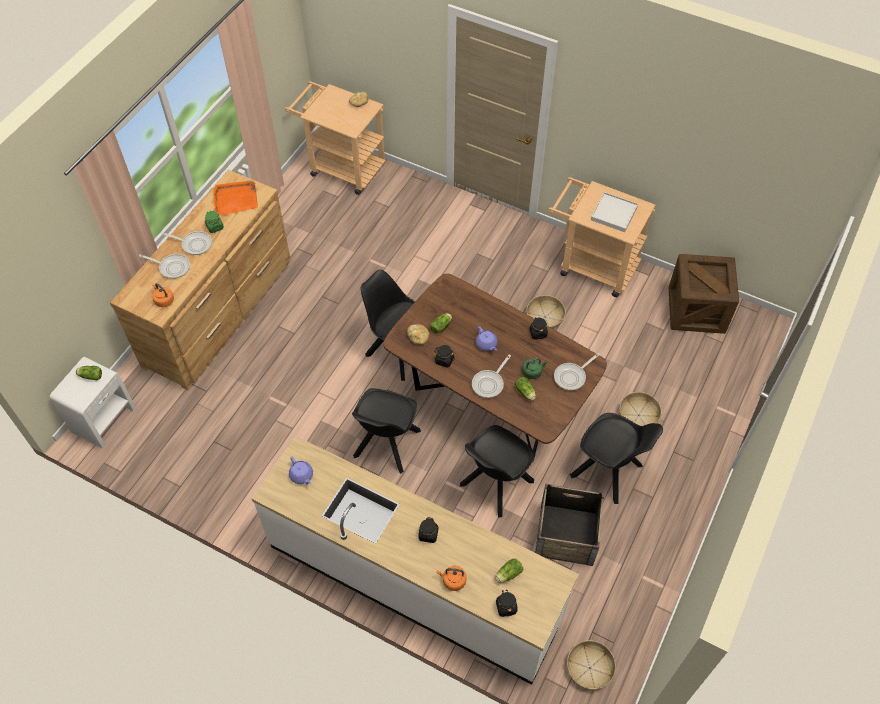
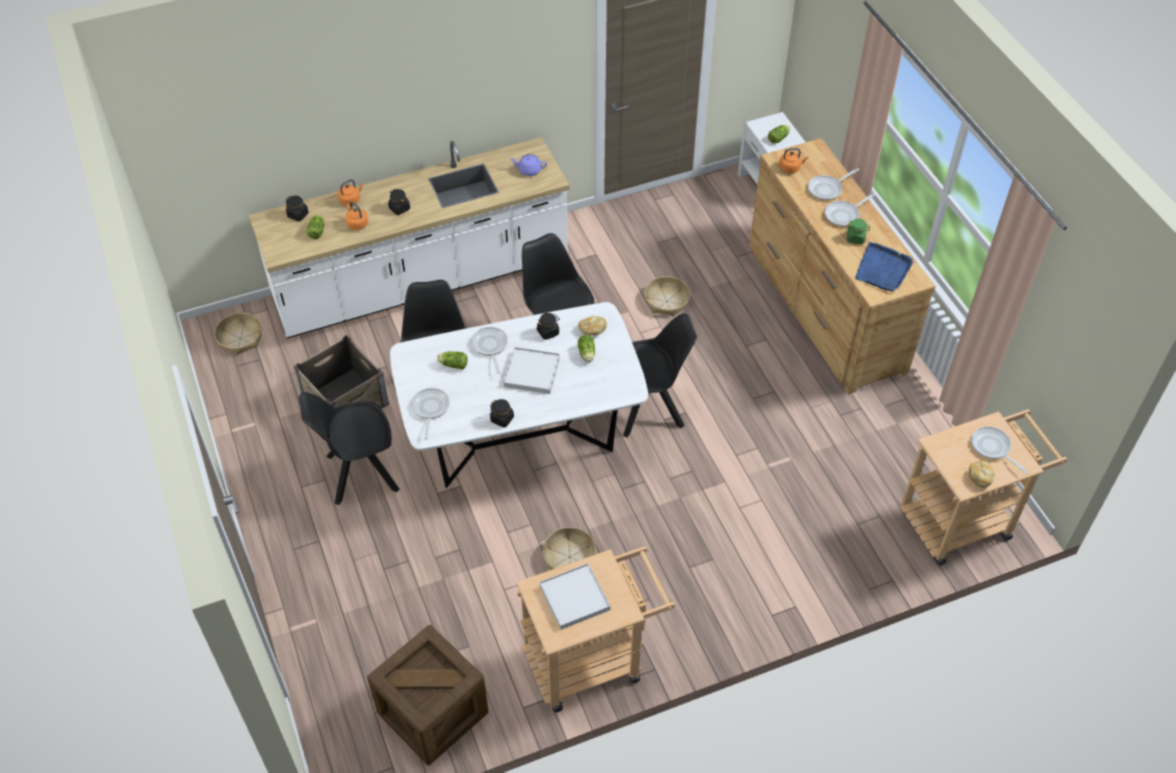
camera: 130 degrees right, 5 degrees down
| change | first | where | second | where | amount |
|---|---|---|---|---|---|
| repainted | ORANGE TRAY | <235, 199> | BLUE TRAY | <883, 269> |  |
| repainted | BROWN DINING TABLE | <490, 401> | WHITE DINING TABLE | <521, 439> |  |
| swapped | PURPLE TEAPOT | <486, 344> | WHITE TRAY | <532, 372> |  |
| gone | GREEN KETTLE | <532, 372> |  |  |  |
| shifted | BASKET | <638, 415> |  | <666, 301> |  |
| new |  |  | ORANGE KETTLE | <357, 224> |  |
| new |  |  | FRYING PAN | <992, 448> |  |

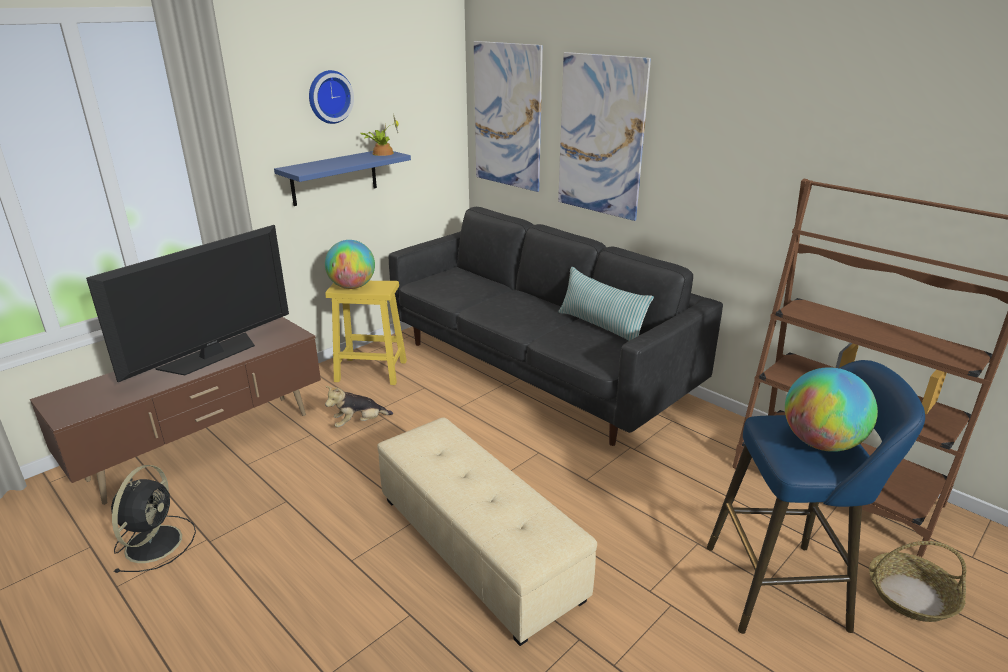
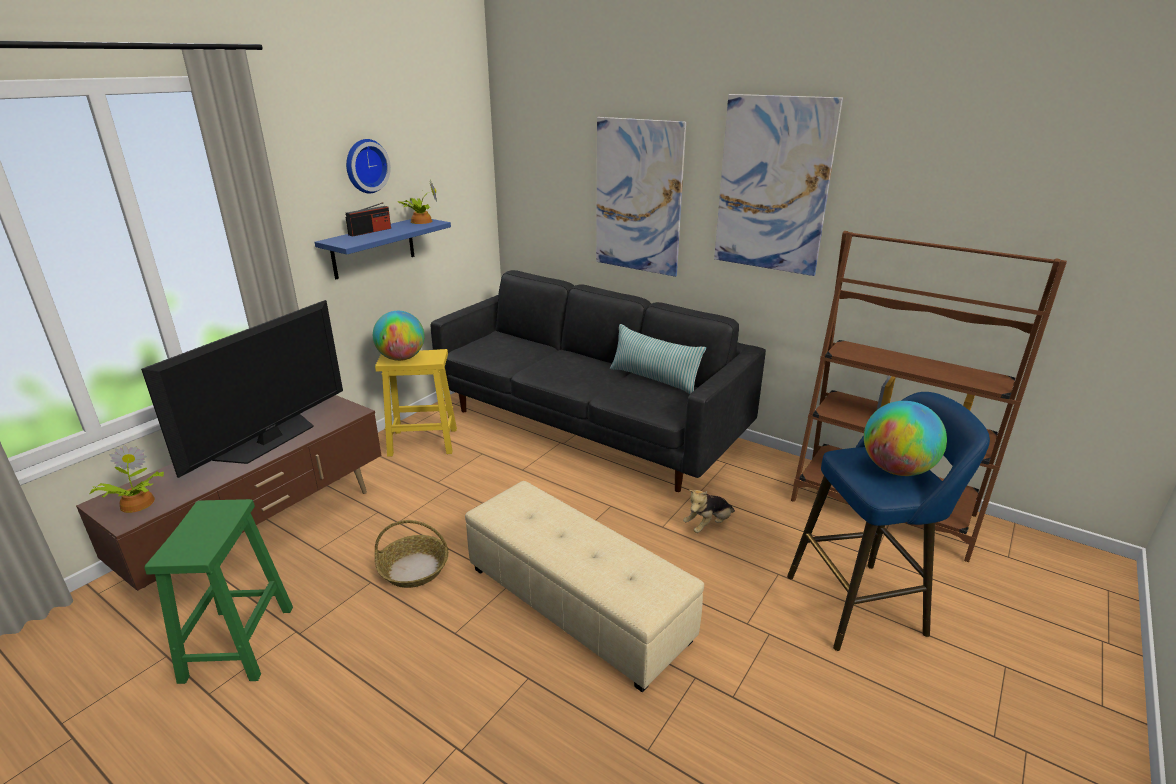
camera: 10 degrees left, 0 degrees up
| change | first | where | second | where | amount |
|---|---|---|---|---|---|
| swapped | BLACK FAN | <155, 542> | GREEN STOOL | <239, 641> |  |
| shifted | PLUSH TOY | <359, 423> |  | <708, 525> |  |
| shifted | PICTURE | <507, 116> |  | <772, 186> |  |
| shifted | BASKET | <911, 595> |  | <414, 569> |  |
| new |  |  | POTTED PLANT | <135, 504> |  |
| new |  |  | RADIO | <370, 231> |  |

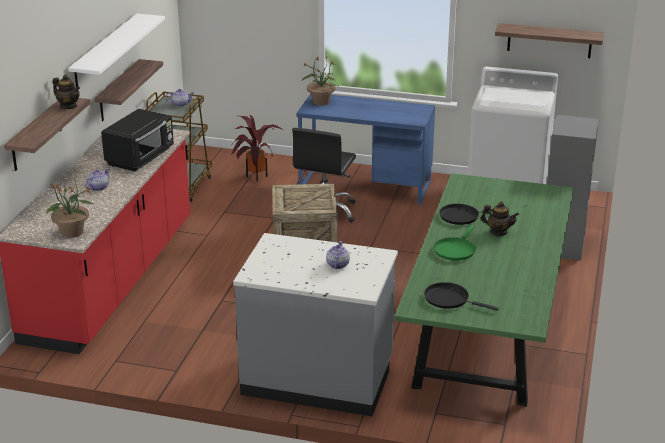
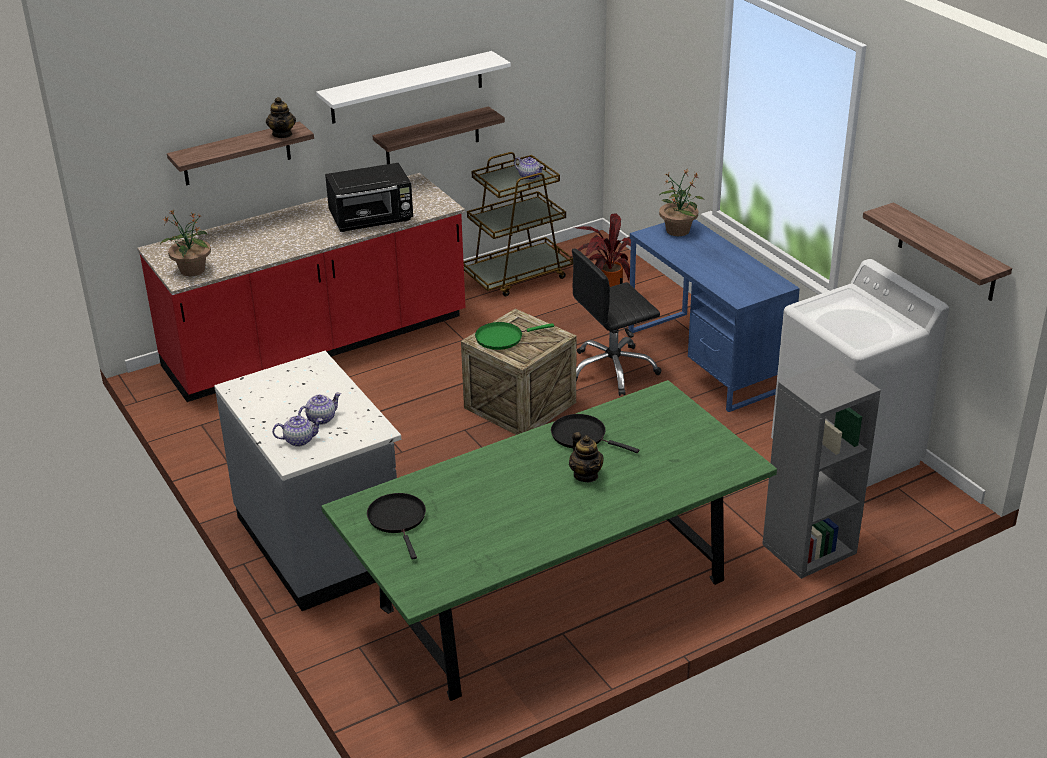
camera: 45 degrees right, 5 degrees up
| change | first | where | second | where | amount |
|---|---|---|---|---|---|
| shifted | TEAPOT | <98, 187> |  | <299, 440> |  |
| shifted | GREEN FRYING PAN | <455, 250> |  | <502, 338> |  |

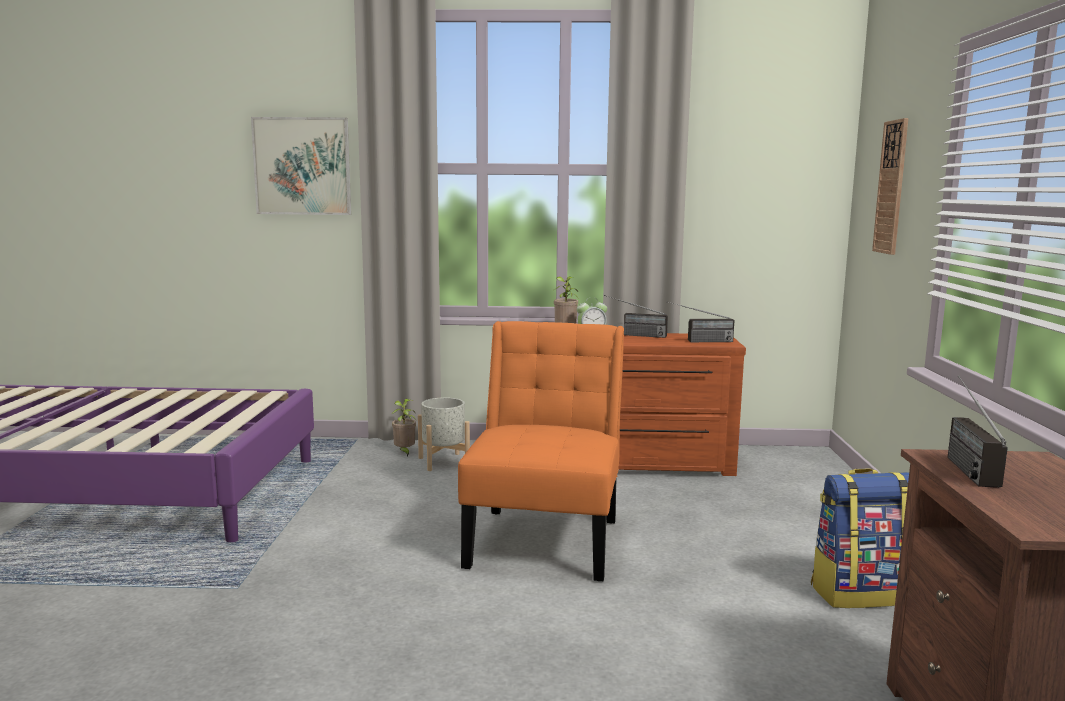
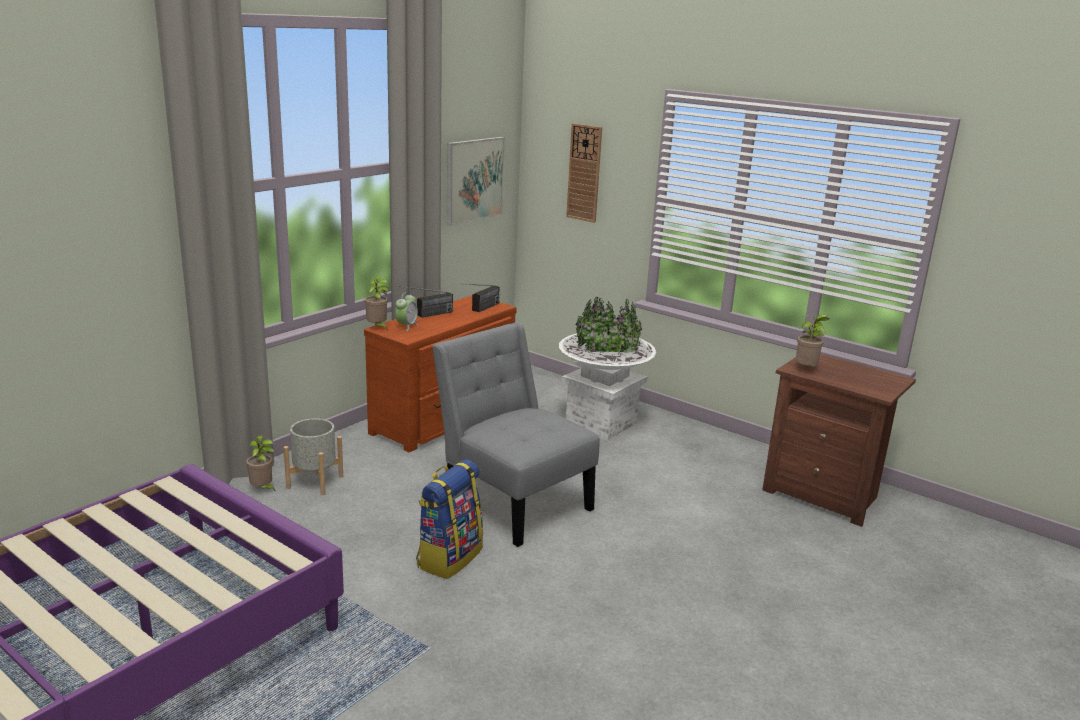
camera: 55 degrees left, 10 degrees up
| change | first | where | second | where | amount |
|---|---|---|---|---|---|
| shifted | PICTURE | <302, 166> |  | <474, 180> |  |
| repainted | ORANGE CHAIR | <546, 539> | GREY CHAIR | <513, 501> |  |
| shifted | BACKPACK | <860, 593> |  | <449, 557> |  |
| swapped | RADIO | <962, 463> | POTTED PLANT | <806, 370> |  |
| new |  |  | WHITE PLANTER | <601, 423> |  |

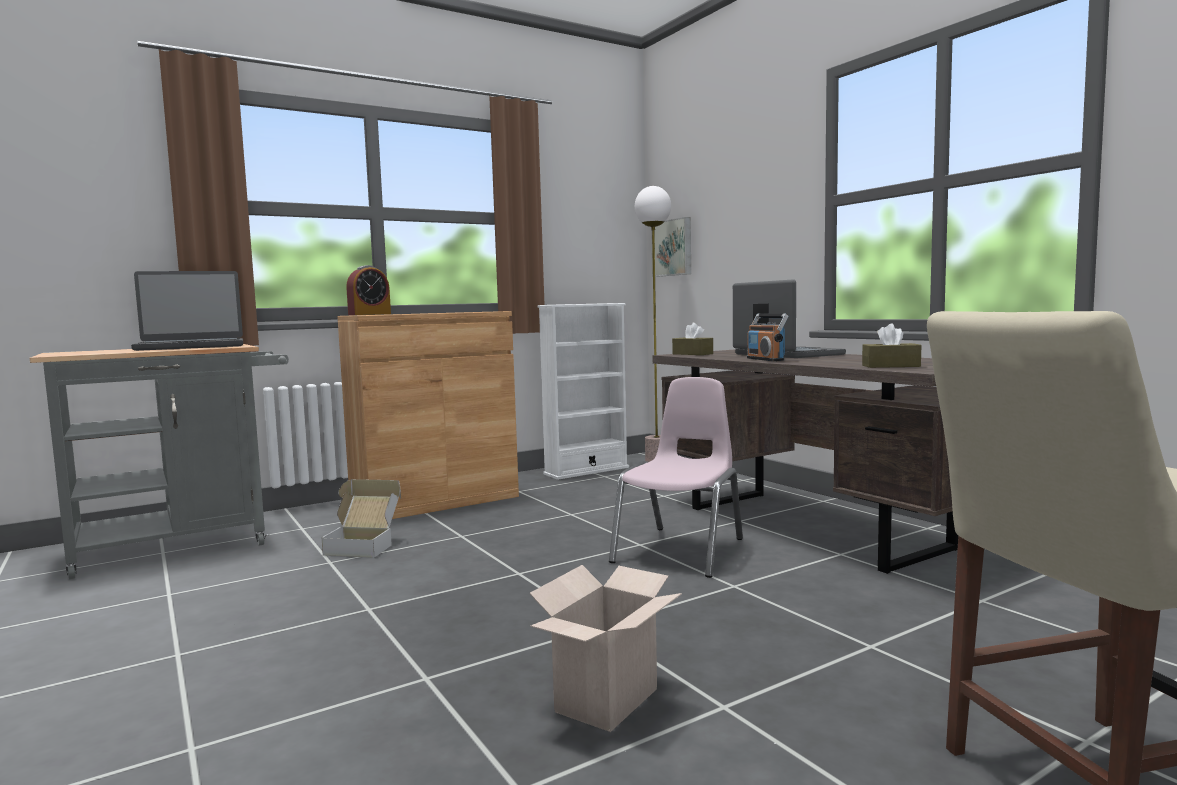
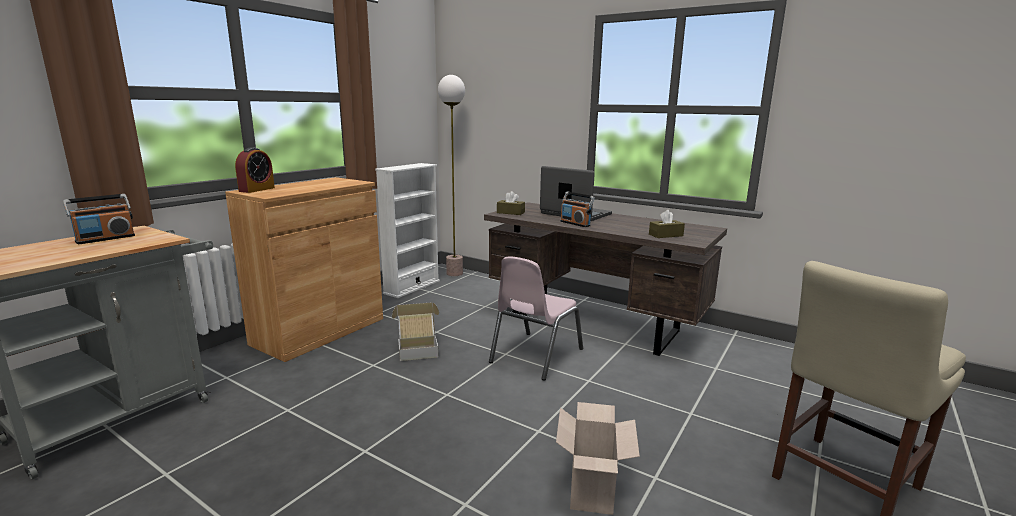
camera: 25 degrees left, 10 degrees up
| change | first | where | second | where | amount |
|---|---|---|---|---|---|
| swapped | LAPTOP | <191, 347> | RADIO | <105, 239> |  |
| shifted | CARDBOARD BOX | <365, 545> |  | <417, 349> |  |
| rotated | PINK CHAIR | <681, 551> |  | <535, 355> | 150 degrees counterclockwise |
| gone | PICTURE | <673, 248> |  |  |  |

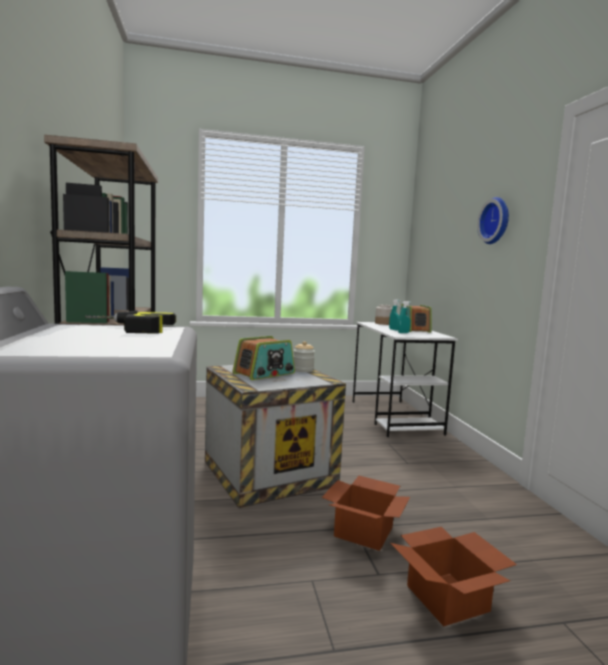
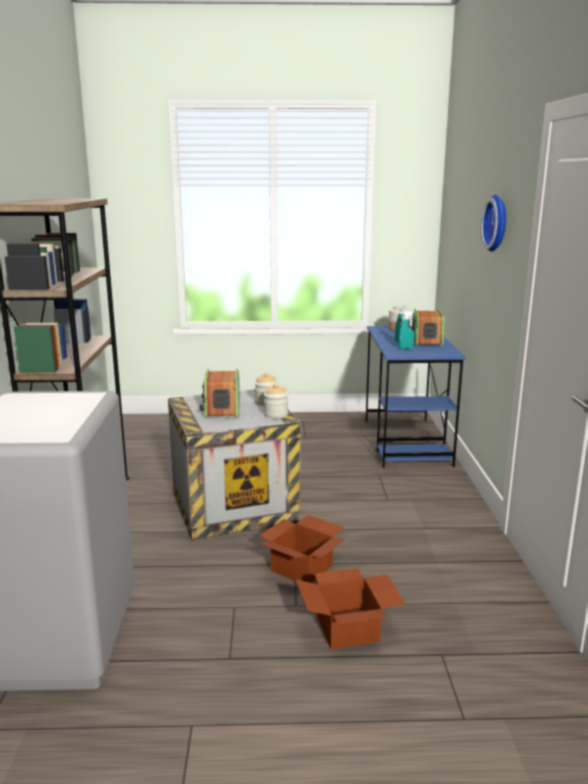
camera: 10 degrees right, 10 degrees up
| change | first | where | second | where | amount |
|---|---|---|---|---|---|
| gone | POWER DRILL | <127, 329> |  |  |  |
| rotated | RADIO | <264, 373> |  | <222, 408> | 120 degrees clockwise |
| repainted | WHITE DESK | <395, 417> | BLUE DESK | <406, 442> |  |
| new |  |  | JAR | <276, 415> |  |

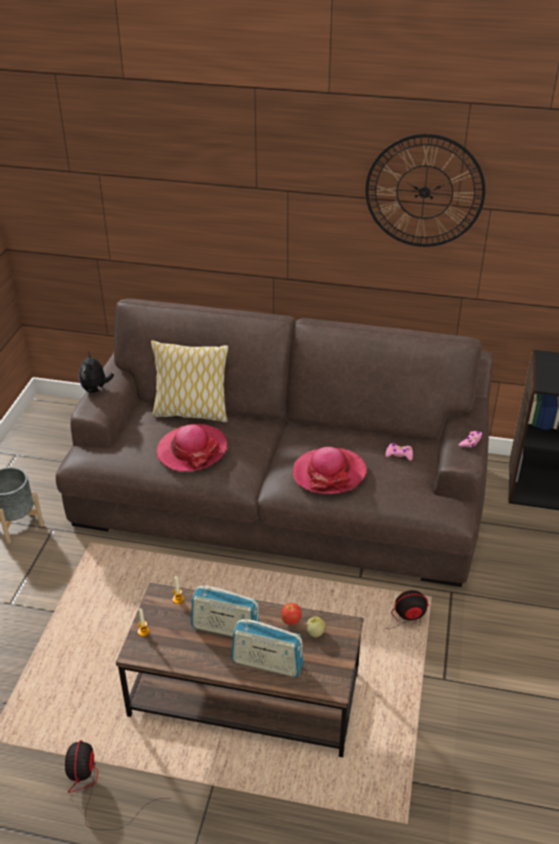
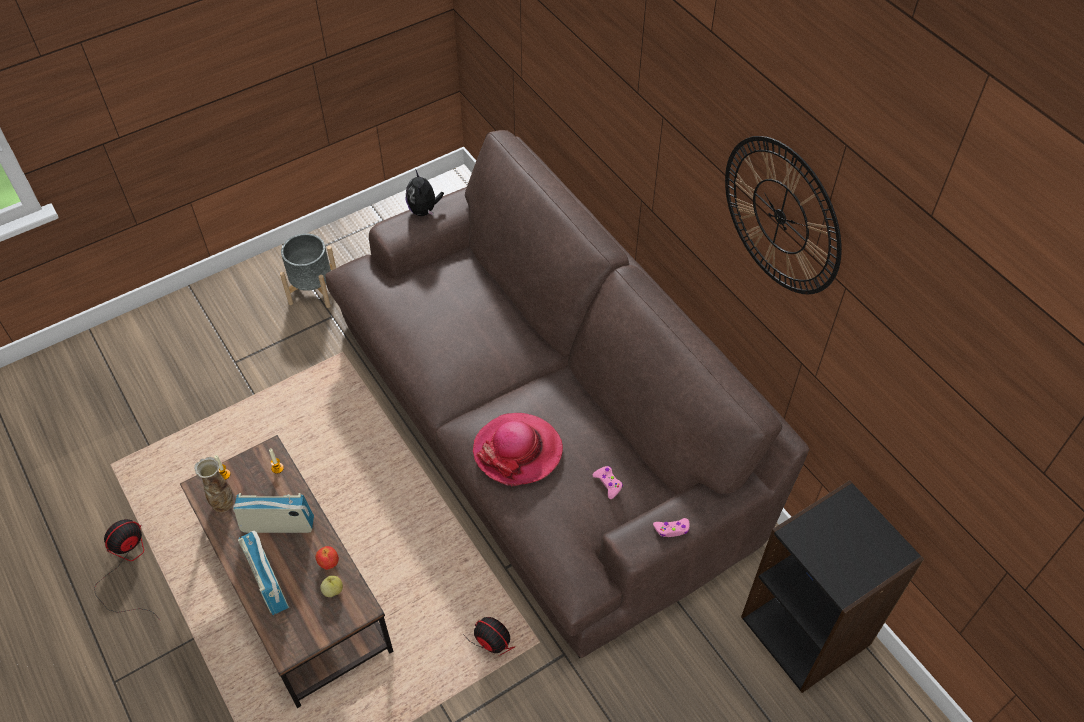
camera: 45 degrees right, 15 degrees up
| change | first | where | second | where | amount |
|---|---|---|---|---|---|
| rotated | PLUSH TOY | <96, 389> |  | <424, 210> | 45 degrees counterclockwise |
| gone | PILLOW | <191, 413> |  |  |  |
| gone | HAT | <192, 450> |  |  |  |
| rotated | RADIO | <225, 628> |  | <278, 525> | 120 degrees clockwise |
| new |  |  | VASE | <223, 503> |  |

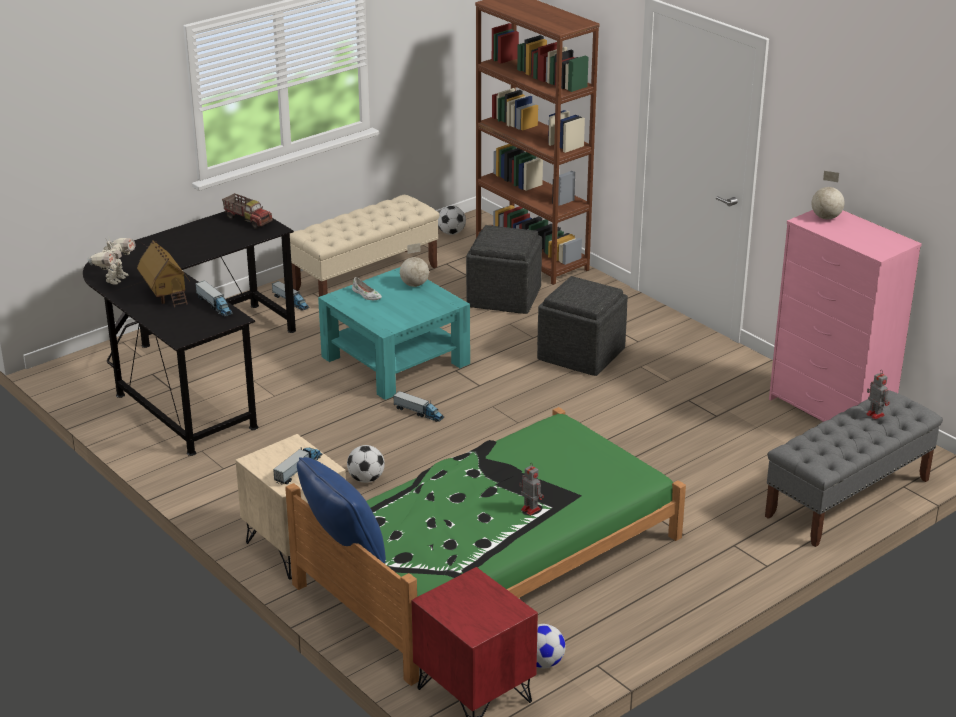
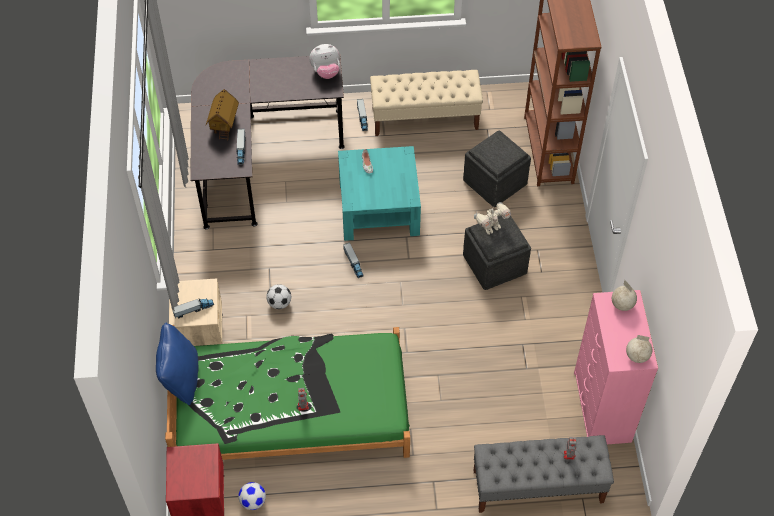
camera: 35 degrees right, 25 degrees up
| change | first | where | second | where | amount |
|---|---|---|---|---|---|
| shifted | TOY ROBOT | <115, 279> |  | <491, 227> |  |
| swapped | TOY TRUCK | <248, 220> | PLUSH TOY | <326, 72> |  |
| shifted | GLOBE | <414, 285> |  | <636, 356> |  |
| gone | FOOTBALL | <451, 233> |  |  |  |

